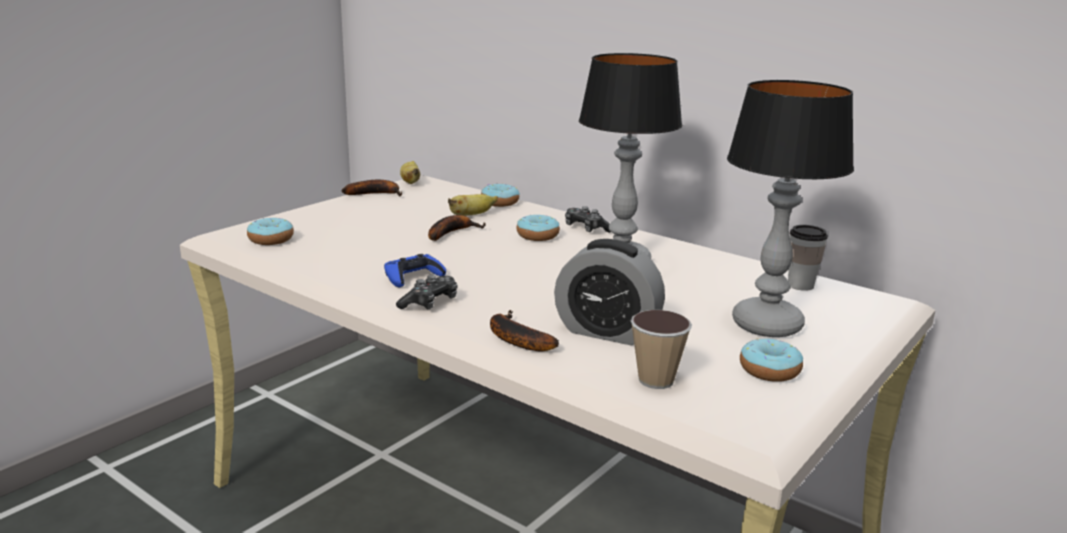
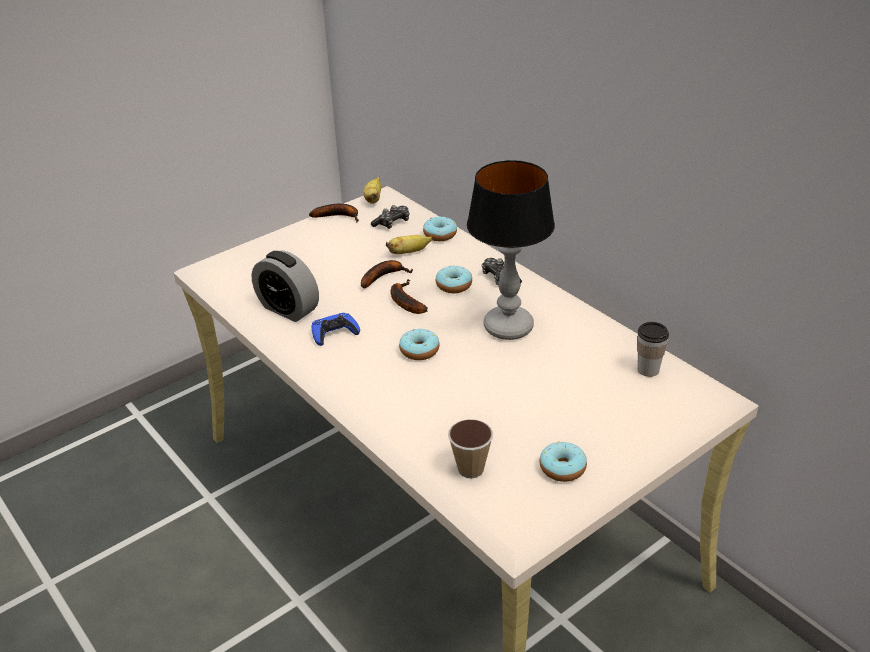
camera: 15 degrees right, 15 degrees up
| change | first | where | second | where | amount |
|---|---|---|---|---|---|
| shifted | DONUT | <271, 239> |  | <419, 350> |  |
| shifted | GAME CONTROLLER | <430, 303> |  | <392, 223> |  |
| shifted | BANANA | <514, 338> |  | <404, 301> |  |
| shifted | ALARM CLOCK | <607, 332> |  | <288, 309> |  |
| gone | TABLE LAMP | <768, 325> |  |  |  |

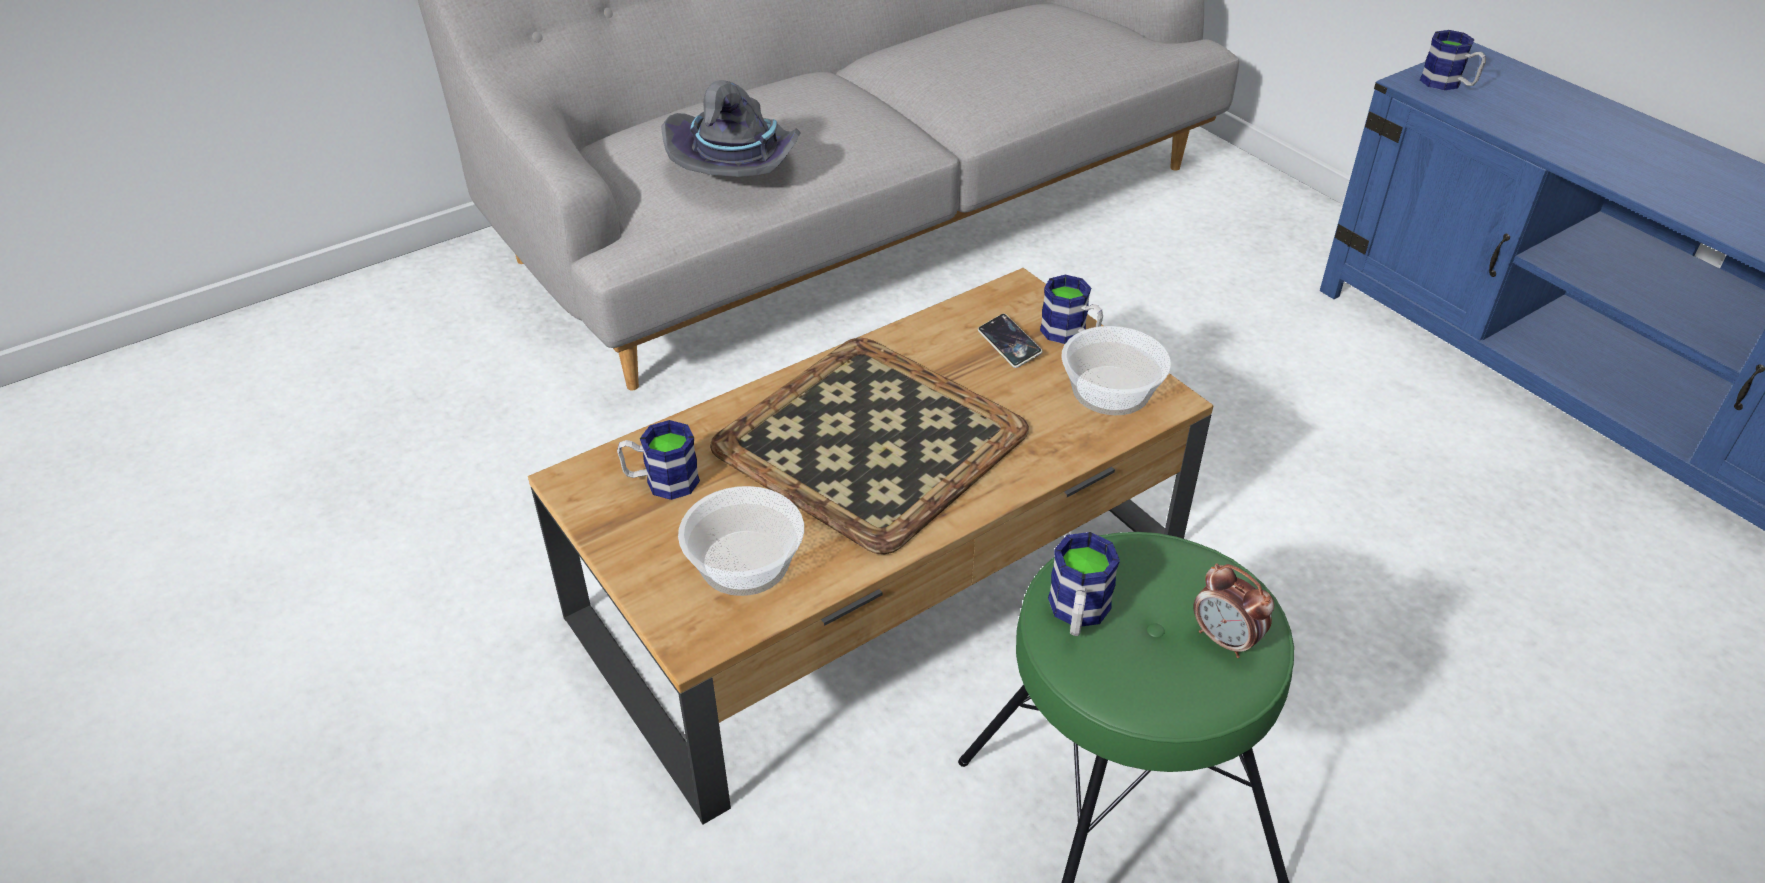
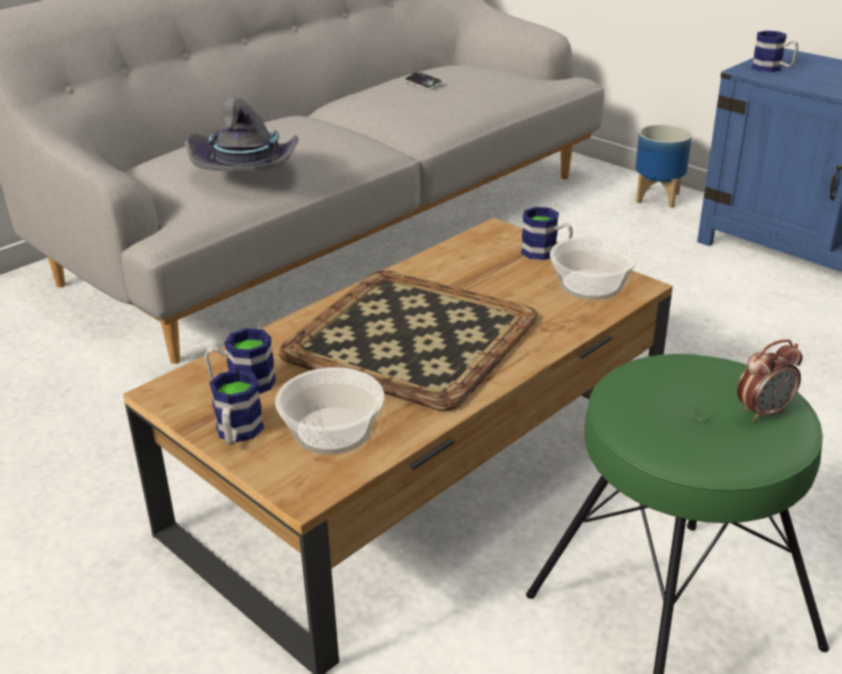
camera: 10 degrees left, 10 degrees down
| change | first | where | second | where | amount |
|---|---|---|---|---|---|
| shifted | PHONE | <1009, 344> |  | <423, 83> |  |
| shifted | MUG | <1077, 614> |  | <237, 434> |  |
| rotated | ALARM CLOCK | <1225, 640> |  | <763, 412> | 60 degrees counterclockwise |
| new |  |  | PLANTER | <658, 198> |  |

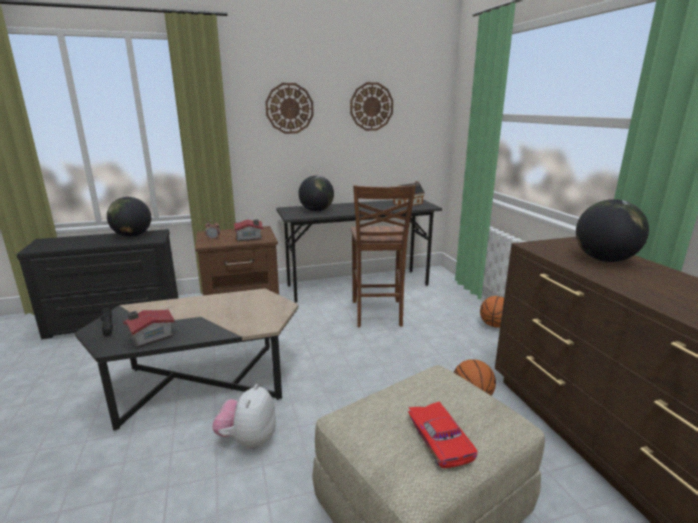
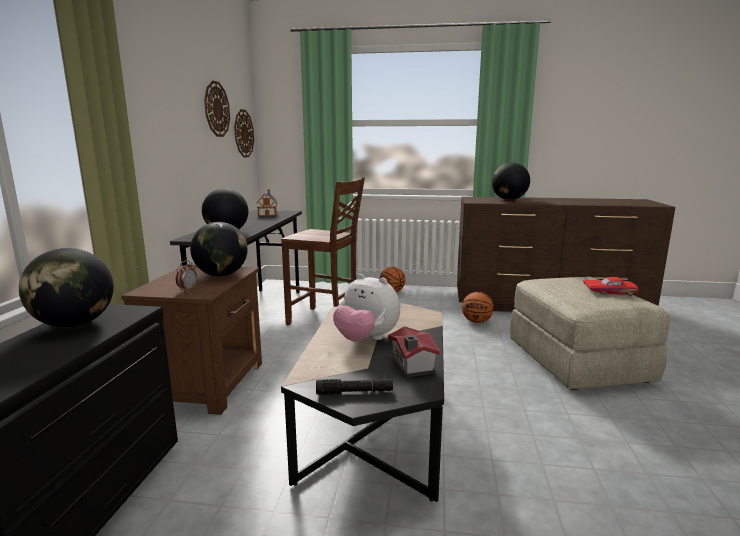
camera: 65 degrees left, 5 degrees down
| change | first | where | second | where | amount |
|---|---|---|---|---|---|
| shifted | PLUSH TOY | <248, 440> |  | <366, 339> |  |
| swapped | TOY HOUSE | <249, 238> | GLOBE | <221, 275> |  |
| shifted | WALL CLOCK | <289, 108> |  | <243, 133> |  |

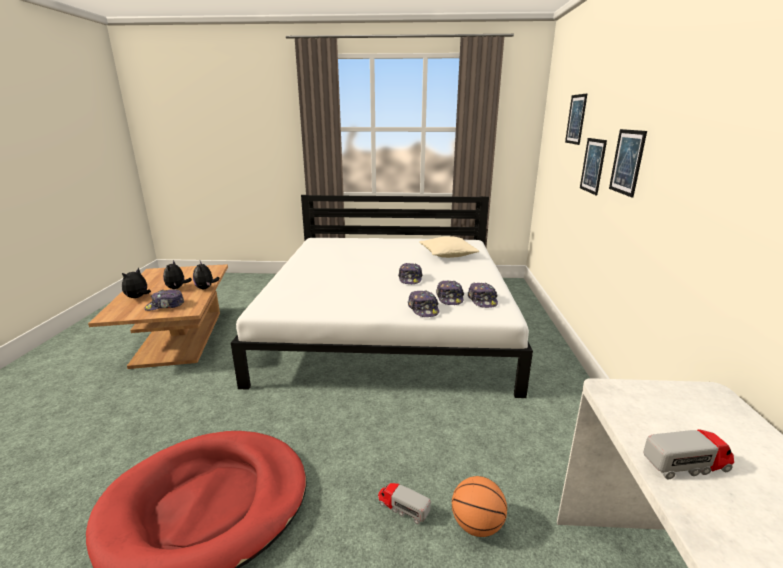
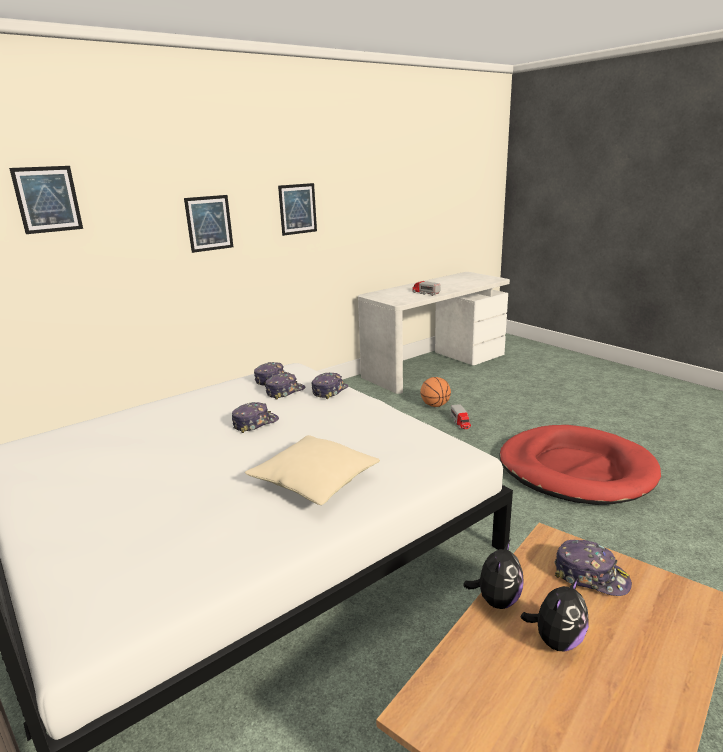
camera: 130 degrees left, 0 degrees up
| change | first | where | second | where | amount |
|---|---|---|---|---|---|
| gone | PLUSH TOY | <138, 297> |  |  |  |
| shifted | BEIGE PILLOW | <447, 254> |  | <314, 482> |  |
| shifted | PICTURE | <593, 165> |  | <297, 209> |  |

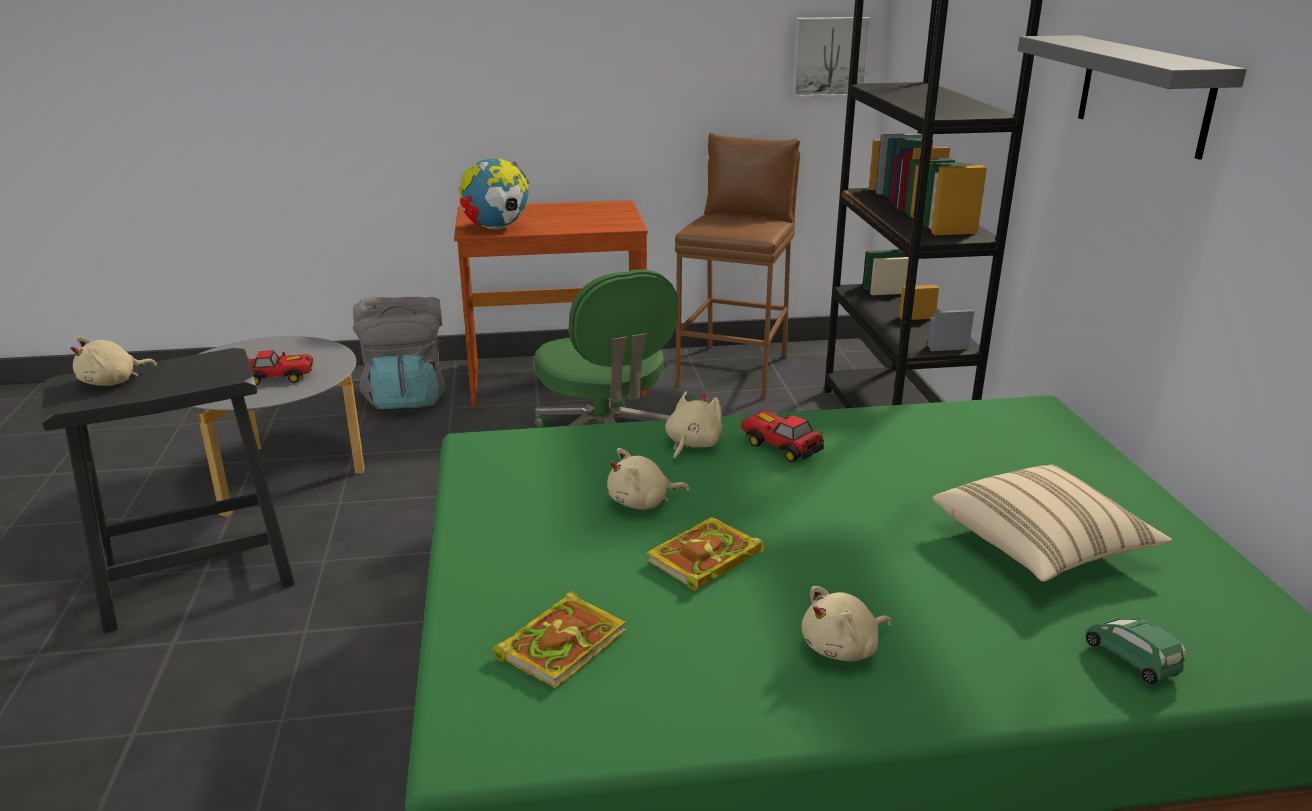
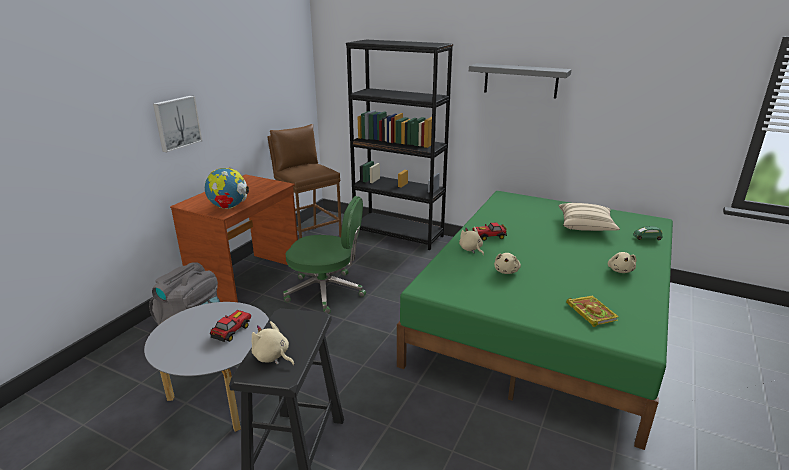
camera: 55 degrees left, 0 degrees up
| change | first | where | second | where | amount |
|---|---|---|---|---|---|
| rotated | BEIGE PLUSH TOY | <113, 382> |  | <272, 357> | 135 degrees clockwise |
| gone | BOOK | <703, 560> |  |  |  |
| shifted | PICTURE | <829, 56> |  | <177, 123> |  |

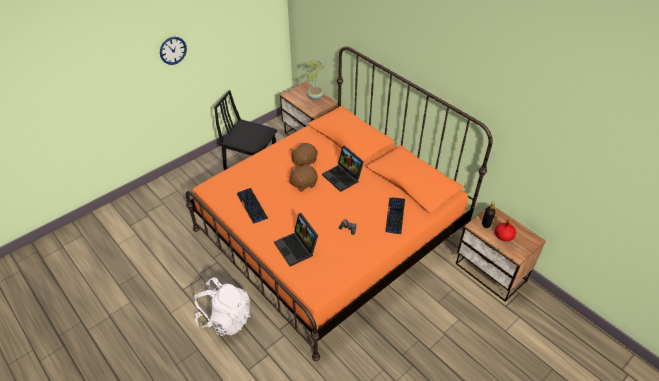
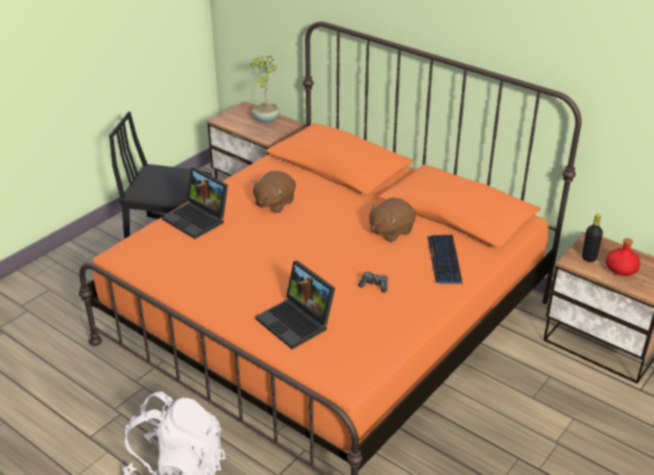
camera: 10 degrees left, 10 degrees down
| change | first | where | second | where | amount |
|---|---|---|---|---|---|
| gone | WALL CLOCK | <173, 50> |  |  |  |
| gone | KEYBOARD | <252, 206> |  |  |  |
| shifted | BROWN PLUSH TOY | <303, 183> |  | <390, 231> |  |
| shifted | LAPTOP | <343, 177> |  | <198, 219> |  |

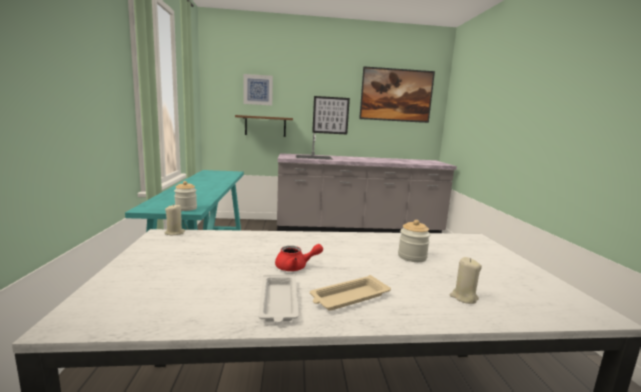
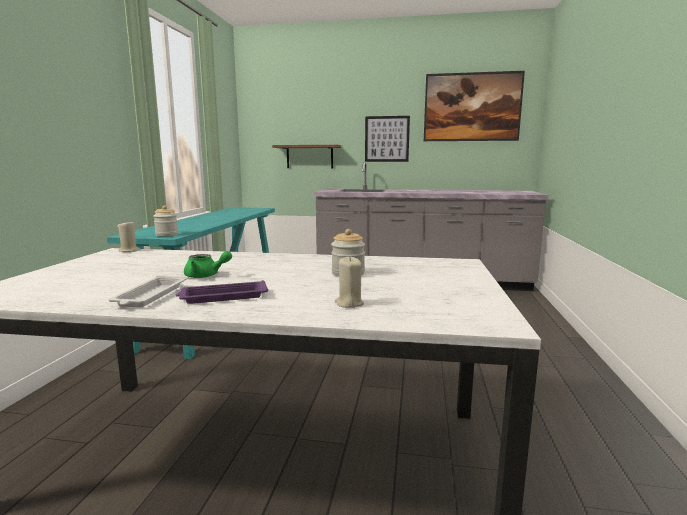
camera: 15 degrees right, 0 degrees up
| change | first | where | second | where | amount |
|---|---|---|---|---|---|
| gone | PICTURE | <258, 90> |  |  |  |
| repainted | RED TEAPOT | <295, 267> | GREEN TEAPOT | <206, 276> |  |
| repainted | BEIGE TRAY | <348, 297> | PURPLE TRAY | <222, 297> |  |

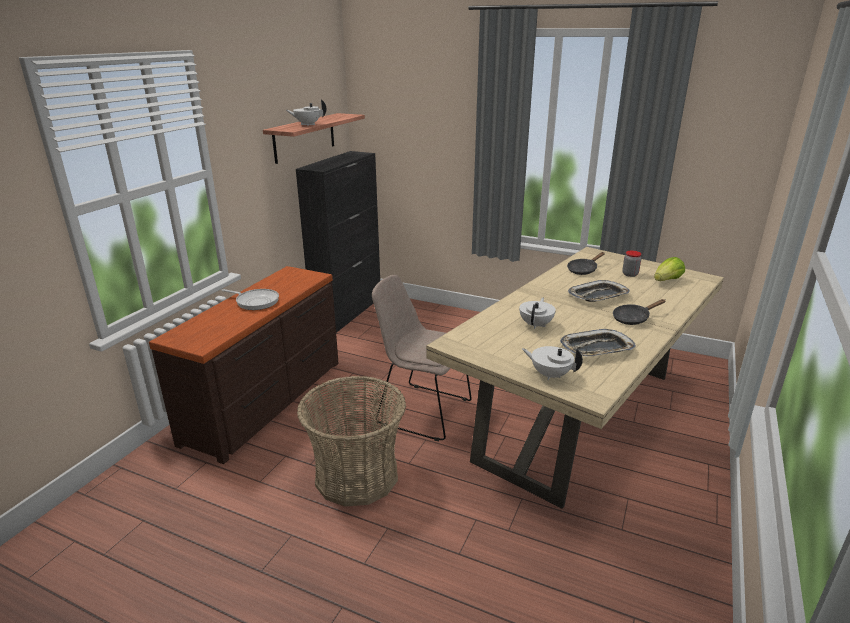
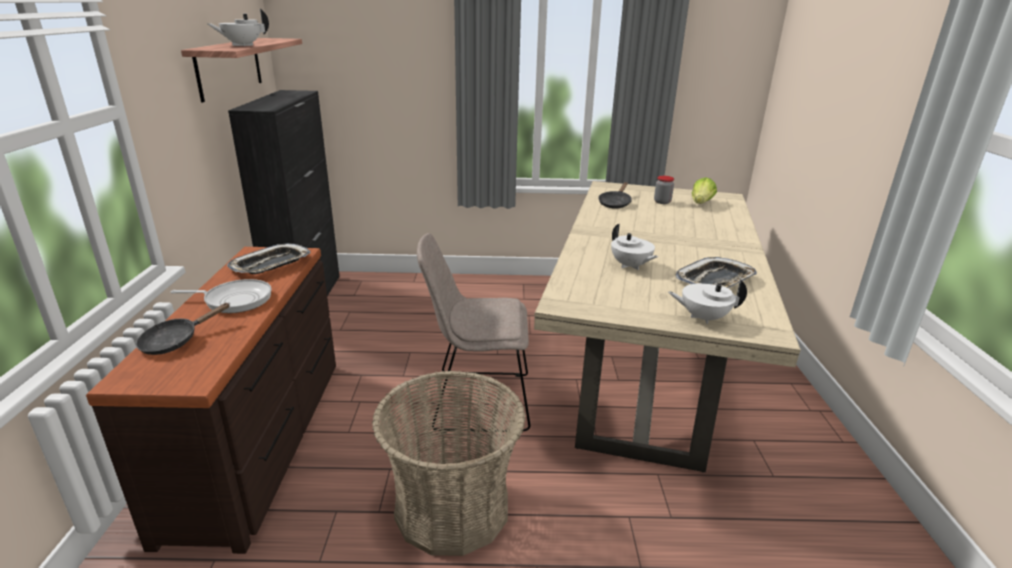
camera: 25 degrees left, 0 degrees up
| change | first | where | second | where | amount |
|---|---|---|---|---|---|
| rotated | WHITE TEAPOT | <536, 325> |  | <630, 266> | 150 degrees clockwise |
| shifted | TRAY | <598, 296> |  | <271, 265> |  |
| shifted | BLACK FRYING PAN | <633, 318> |  | <175, 341> |  |

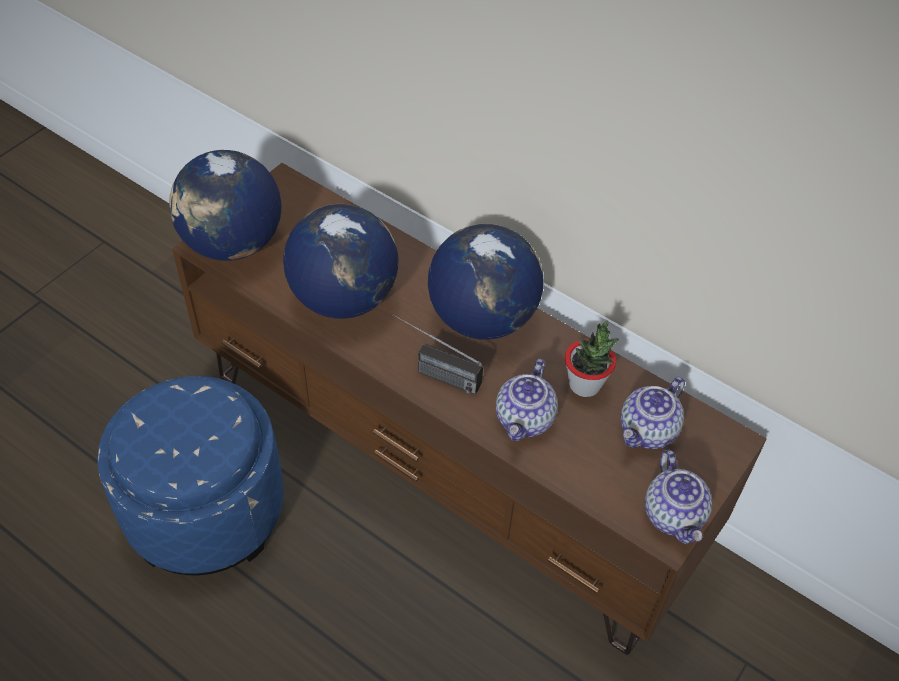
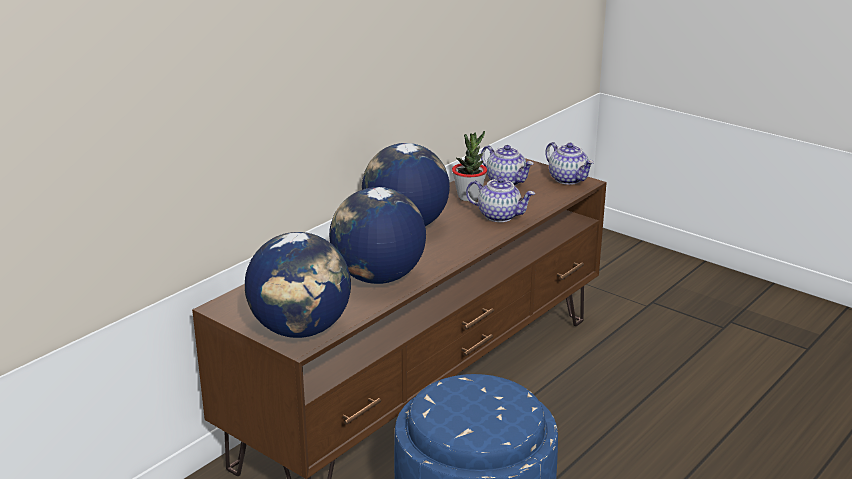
camera: 85 degrees left, 25 degrees down
| change | first | where | second | where | amount |
|---|---|---|---|---|---|
| gone | RADIO | <433, 373> |  |  |  |
| rotated | TEAPOT | <674, 515> |  | <568, 179> | 60 degrees clockwise |

